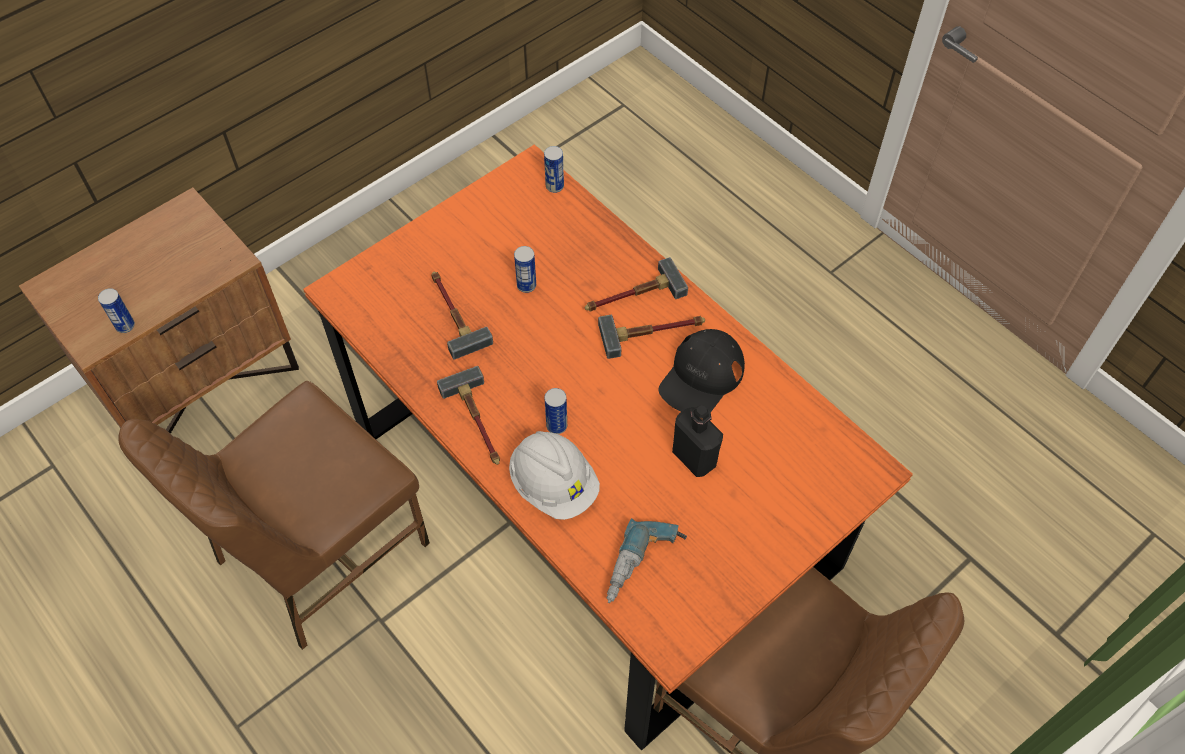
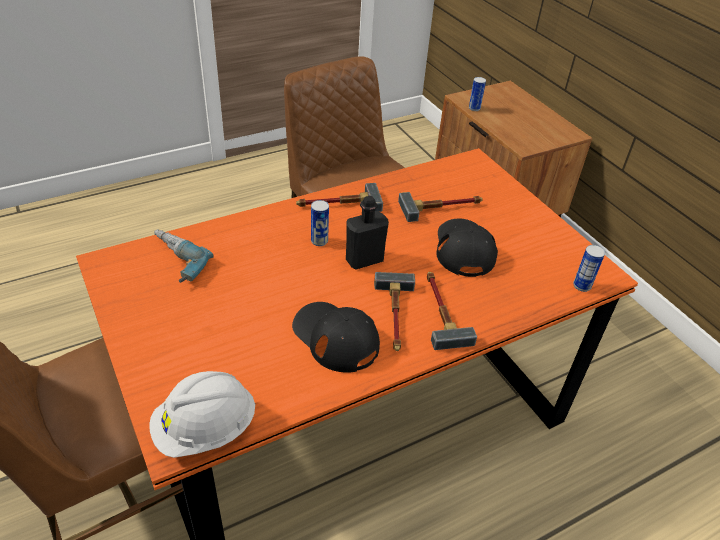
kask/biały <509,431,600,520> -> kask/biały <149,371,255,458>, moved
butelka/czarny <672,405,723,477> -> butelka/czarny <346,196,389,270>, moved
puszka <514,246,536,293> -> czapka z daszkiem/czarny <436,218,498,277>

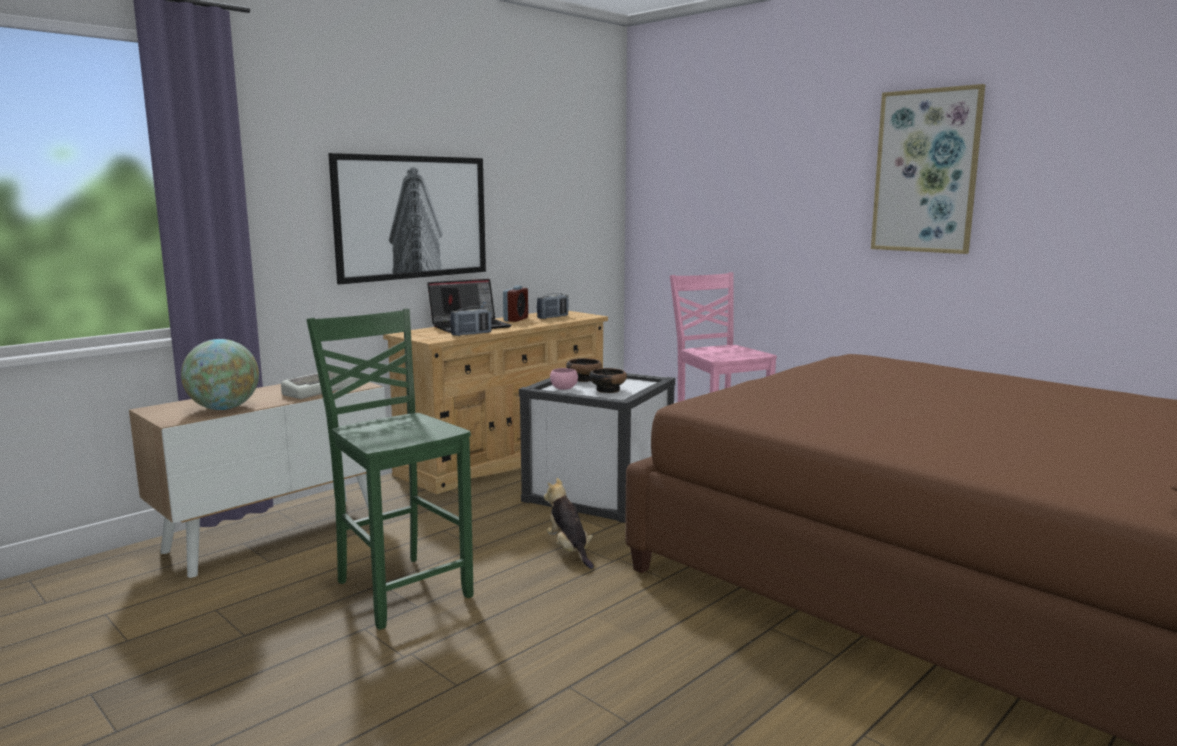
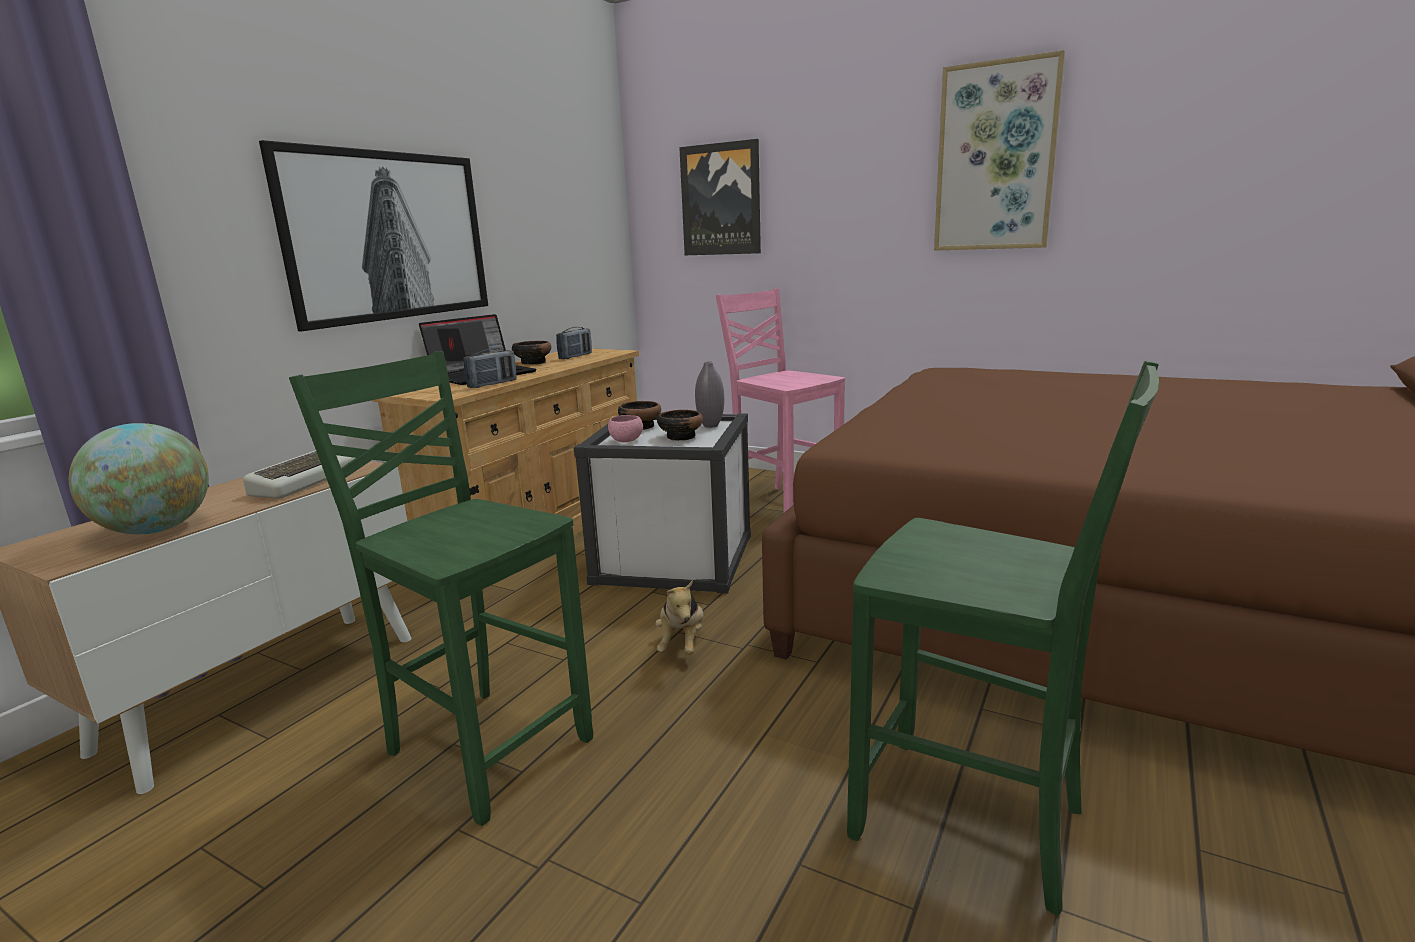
none -> obraz <679,139,761,255>
none -> wazon/szary <695,361,724,428>
none -> krzesło/zielony <847,361,1159,916>
budzik <503,285,528,322> -> miska <512,341,551,365>
pluszak <544,478,594,569> -> pluszak <655,580,704,655>, 135 degrees counterclockwise

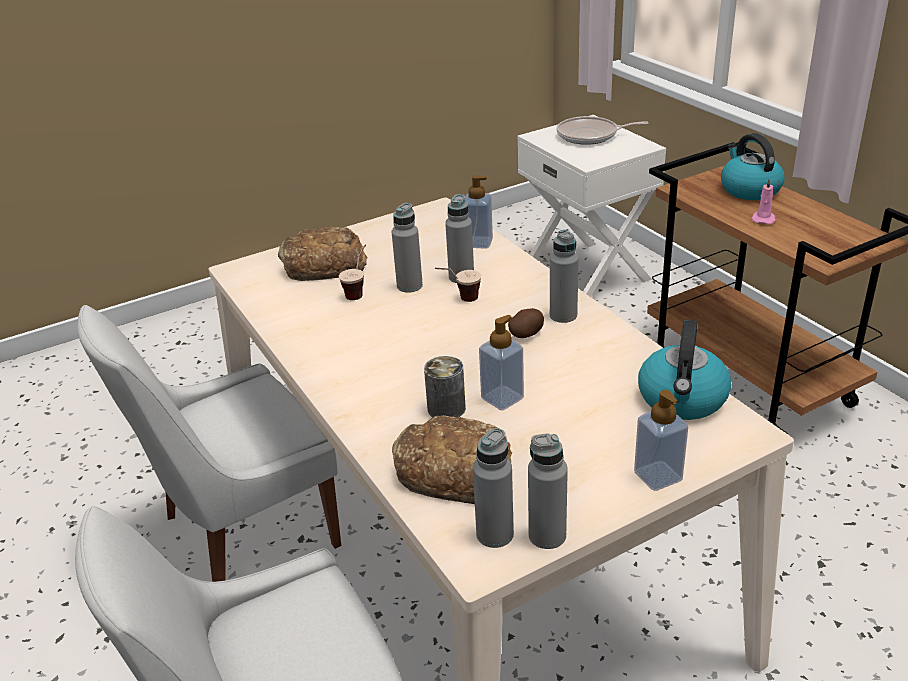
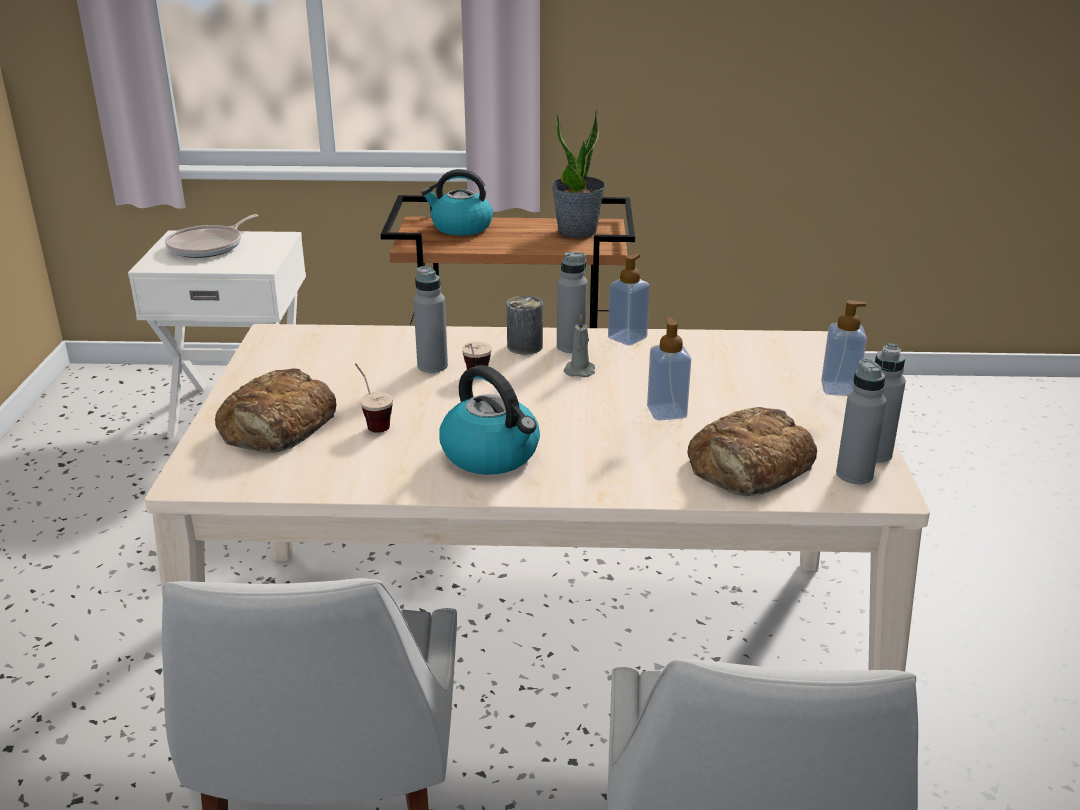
butelka/szary <392,203,423,293> -> none
świeca/różowy <751,177,775,224> -> none
none -> roślina doniczkowa <551,109,605,238>
puszka <424,356,466,418> -> puszka <507,296,543,354>, moved
dozownik mydła <465,175,493,249> -> dozownik mydła <608,254,650,346>, moved
czajnik <638,320,731,420> -> czajnik <439,365,540,475>, moved
ziemniak <508,308,544,338> -> świeca/szary <563,315,595,377>

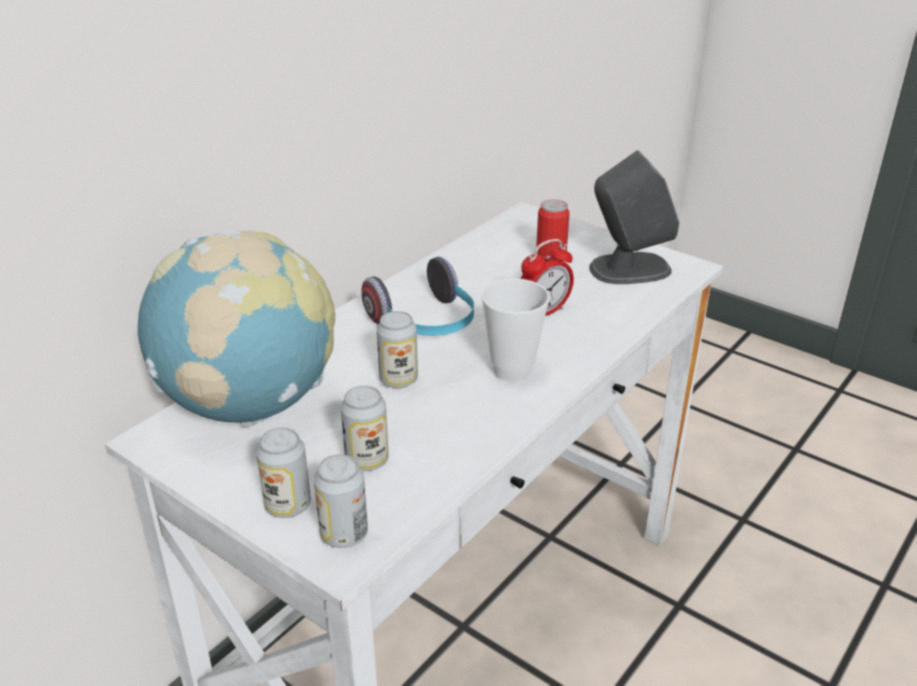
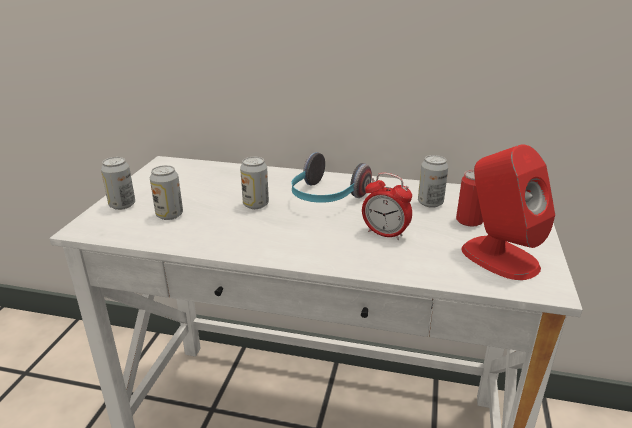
globus <138,229,335,427> -> none
filiżanka <481,278,550,382> -> none
puszka <314,454,368,548> -> puszka <418,155,448,208>, moved
głośnik/szary <589,150,679,284> -> głośnik/czerwony <461,145,555,280>

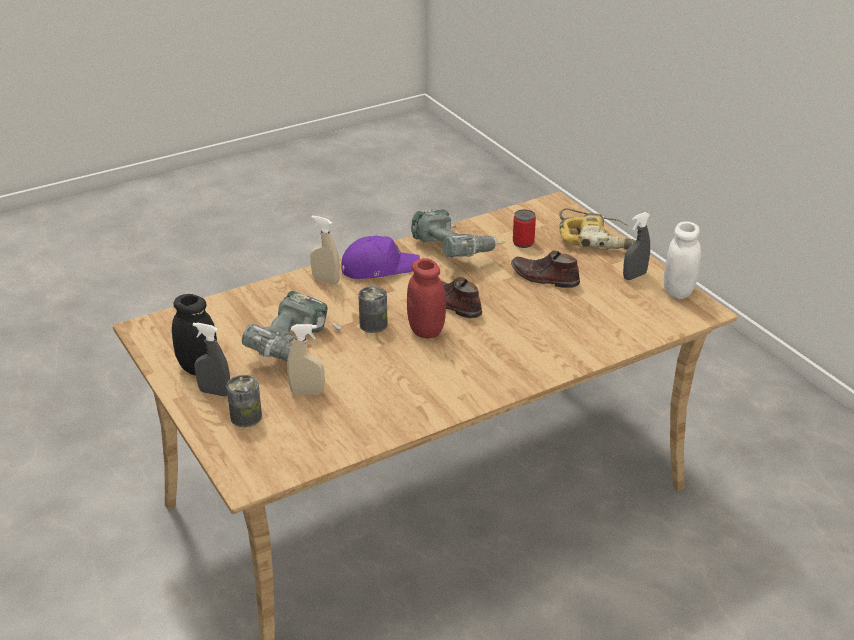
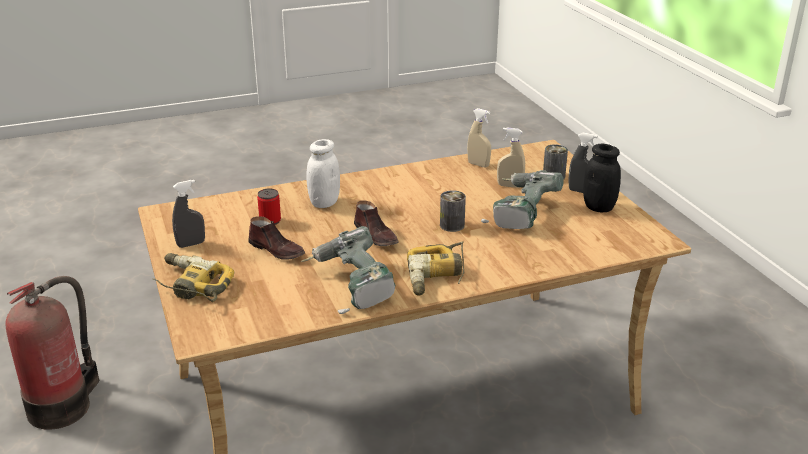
słoik/czerwony <407,258,446,338> -> none
none -> gaśnica <5,276,99,430>
spryskiwacz/beżowy <310,215,340,284> -> spryskiwacz/beżowy <467,108,491,167>, moved
puszka <513,209,536,248> -> puszka <257,188,281,225>, moved
słoik/biały <664,221,701,299> -> słoik/biały <306,139,340,208>, moved
czapka z daszkiem/fioletowy <341,236,420,279> -> wiertarka <407,241,464,295>

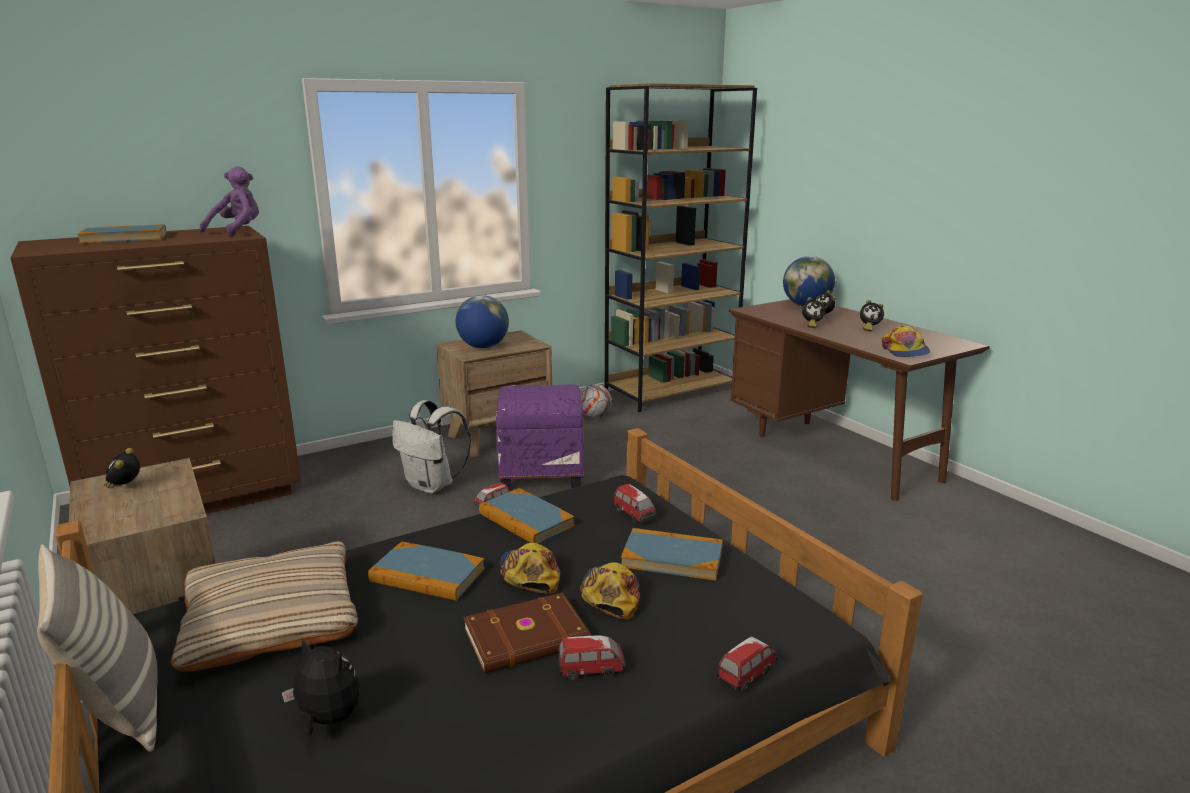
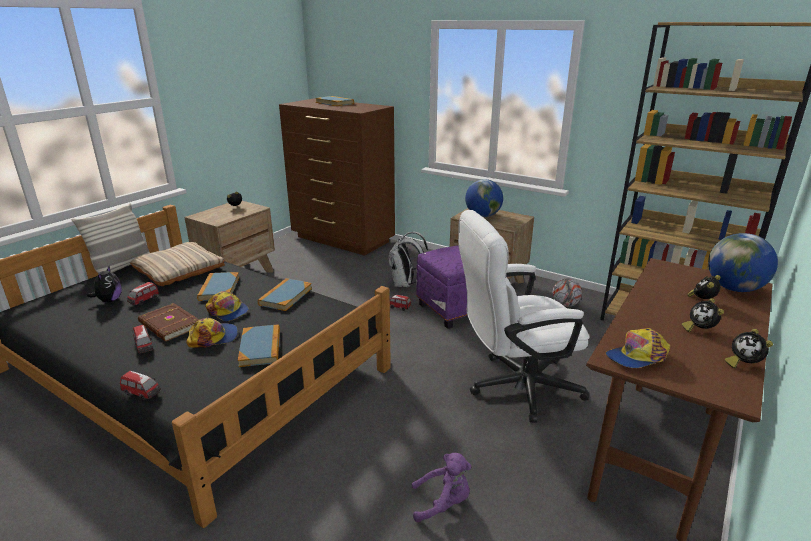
none -> krzesło biurowe/biały <458,210,590,423>
pluszak/fioletowy <199,166,259,237> -> pluszak/fioletowy <412,453,471,522>, moved
samochodzik <614,484,656,523> -> samochodzik <127,282,159,305>, moved
budzik <802,297,825,328> -> budzik <725,329,773,368>, moved
czapka z daszkiem <501,543,560,594> -> czapka z daszkiem <205,291,249,321>, 75 degrees clockwise

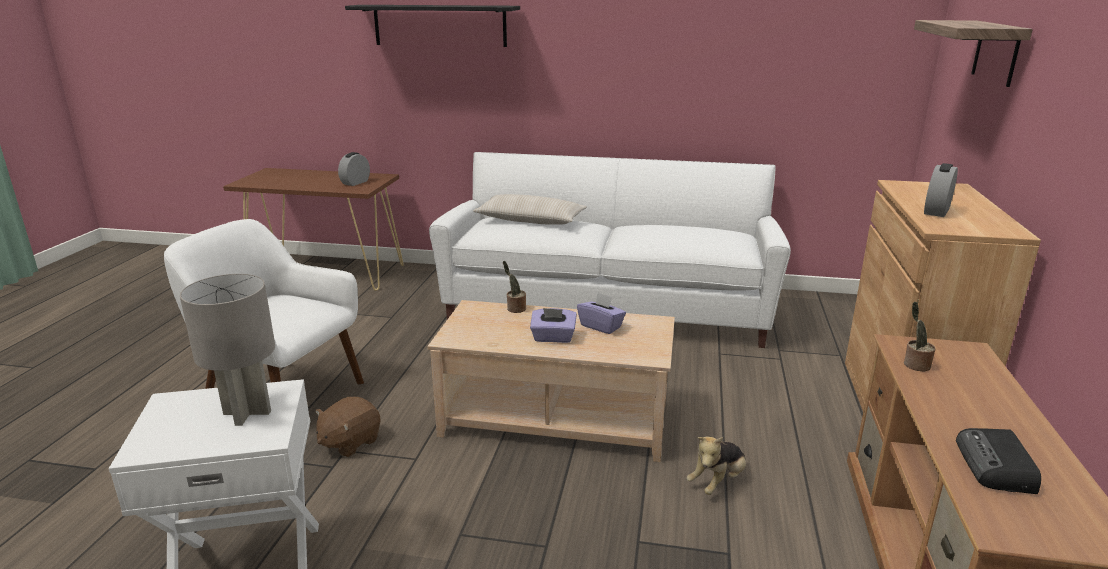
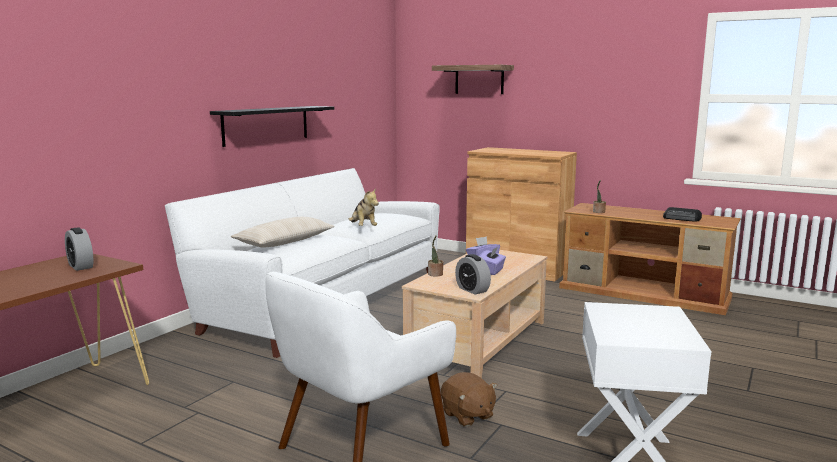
lampa stołowa/szary <180,274,275,426> -> none
półka/czarny <345,5,520,47> -> półka/czarny <210,106,334,147>, moved
pluszak <686,436,746,495> -> pluszak <349,188,379,226>, moved
budzik <924,163,958,217> -> budzik <455,254,491,295>, moved

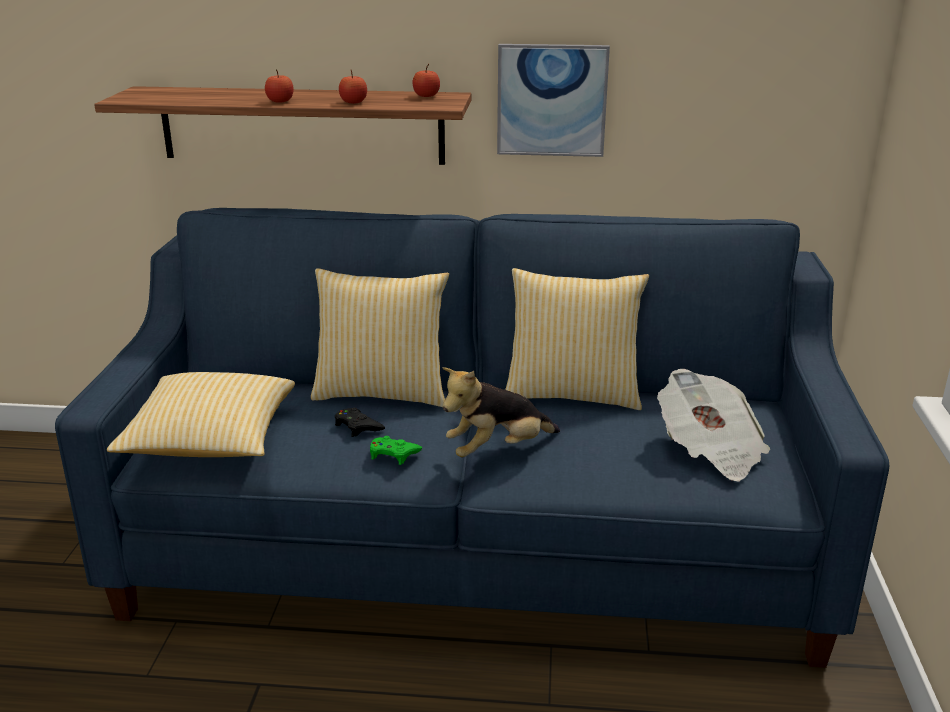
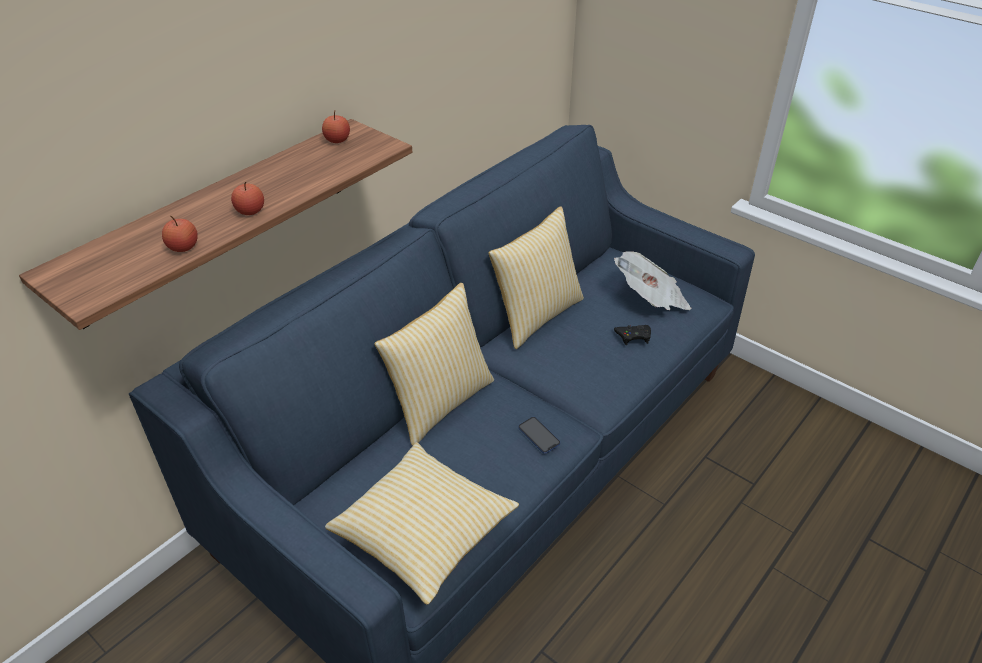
pluszak <443,367,560,457> -> none
obraz <497,44,610,157> -> none
pad do gier/czarny <335,408,385,437> -> pad do gier/czarny <614,325,651,345>, moved
jabłko <339,70,367,104> -> jabłko <162,216,198,252>, moved
pad do gier/zielony <370,436,422,465> -> telefon <518,417,560,454>

